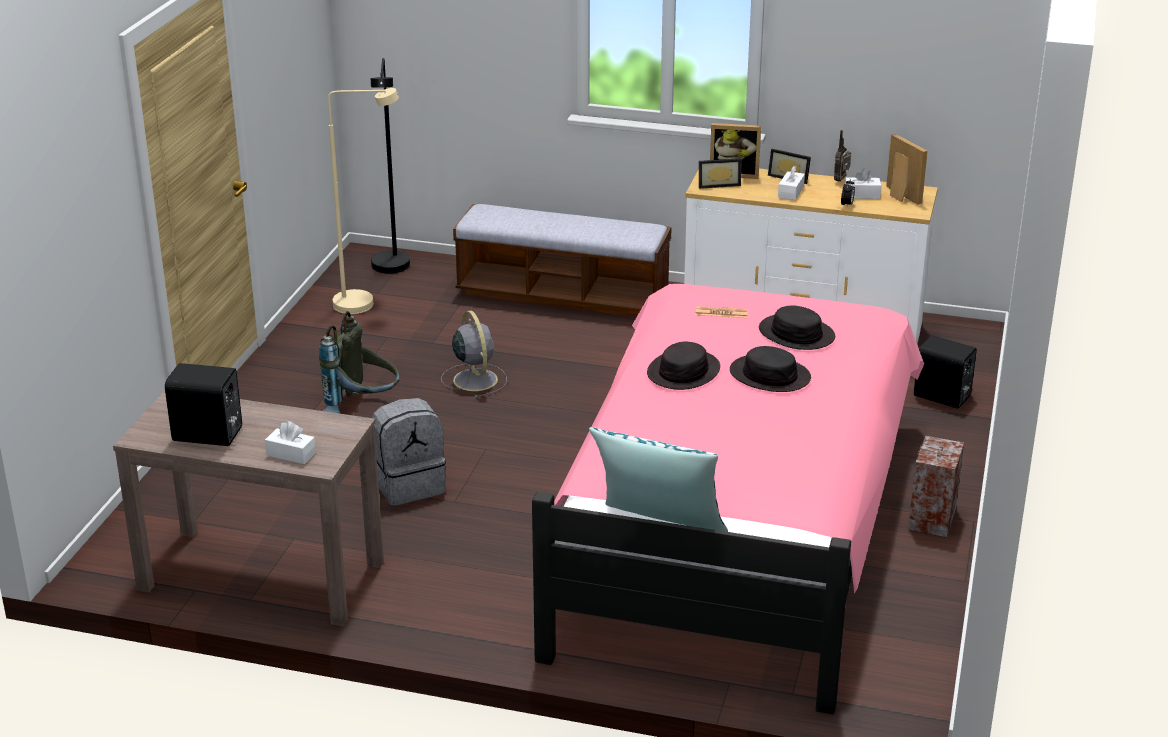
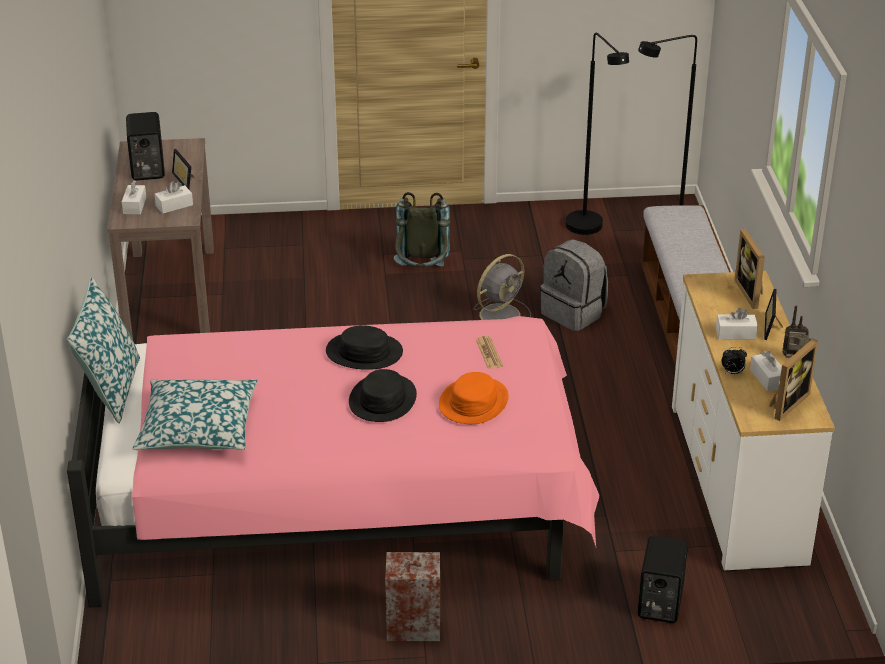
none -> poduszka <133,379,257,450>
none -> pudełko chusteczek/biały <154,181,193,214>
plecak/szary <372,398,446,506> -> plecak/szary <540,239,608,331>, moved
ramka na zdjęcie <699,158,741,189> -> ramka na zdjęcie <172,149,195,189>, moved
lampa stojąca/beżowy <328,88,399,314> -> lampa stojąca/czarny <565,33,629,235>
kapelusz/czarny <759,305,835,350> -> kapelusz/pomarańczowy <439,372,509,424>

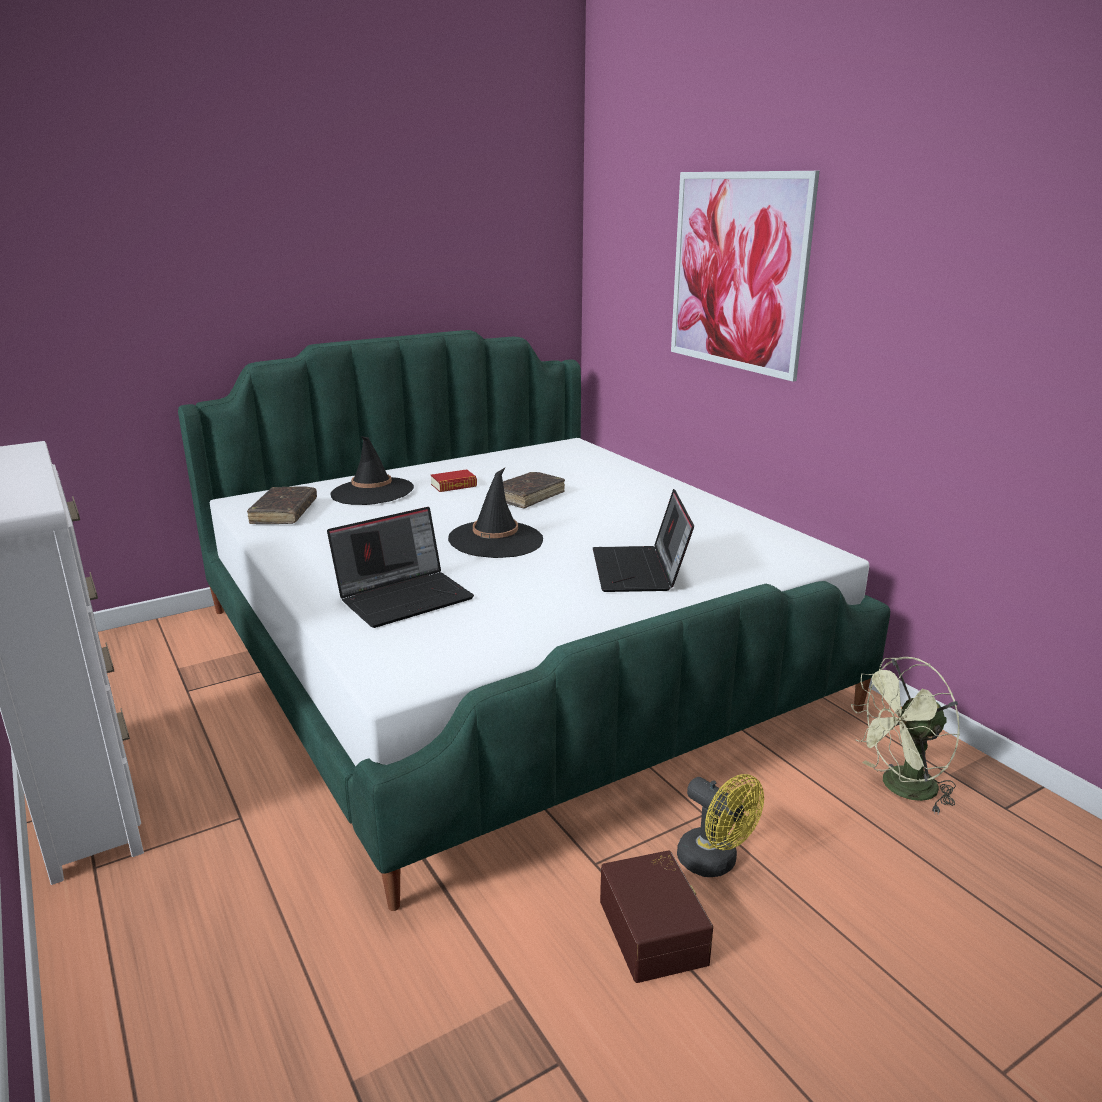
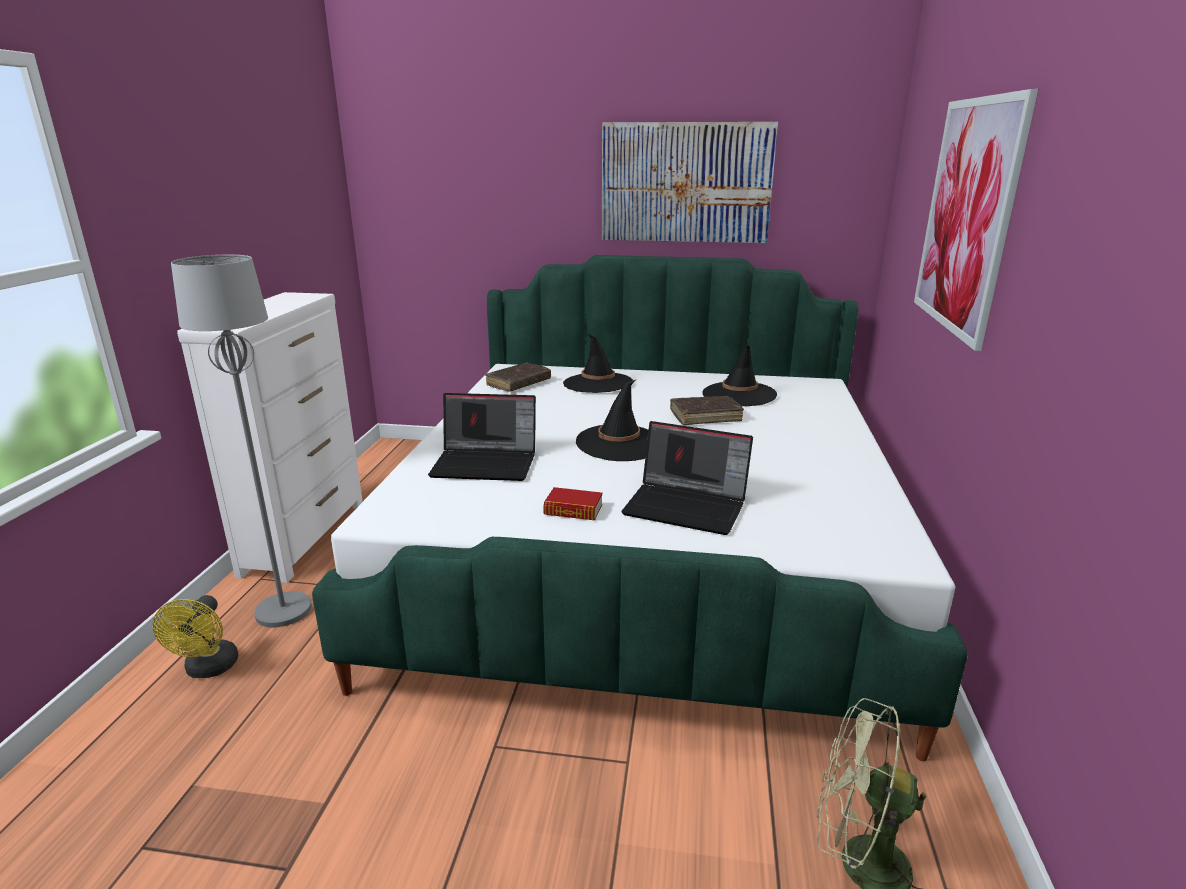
pojemnik do przechowywania/brązowy <600,850,713,983> -> none
none -> lampa stojąca/szary <171,255,312,627>
none -> obraz <602,122,778,243>
none -> kapelusz/czarny <702,345,777,407>
książka <431,469,477,492> -> książka <543,487,602,520>, moved
wentylator/żółty <677,774,764,877> -> wentylator/żółty <153,595,238,678>, moved
laptop <593,489,694,592> -> laptop <621,421,753,535>, 105 degrees counterclockwise

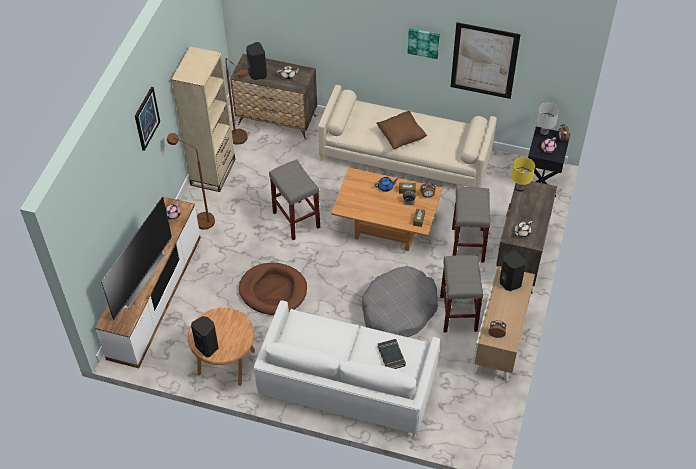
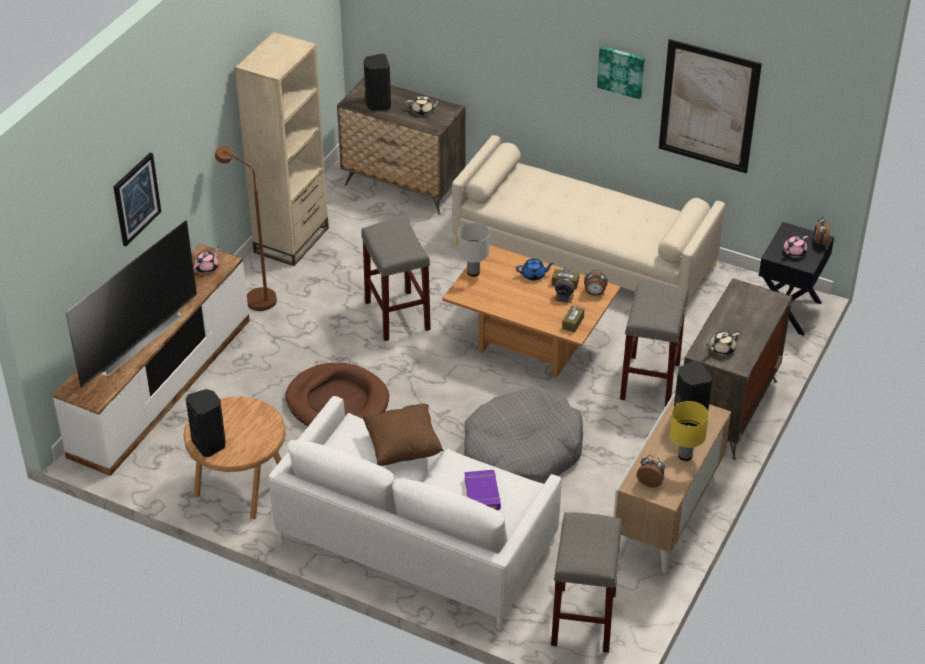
lampa stojąca/brązowy <225,58,248,145> -> none
obraz <135,87,160,151> -> obraz <113,153,161,246>, moved
poduszka/brązowy <376,111,427,149> -> poduszka/brązowy <363,404,444,466>, moved
stołek/szary <440,255,483,333> -> stołek/szary <551,512,622,653>, moved
lampa stołowa/żółty <512,157,535,192> -> lampa stołowa/żółty <670,401,709,461>, moved
lampa stołowa/biały <536,103,559,136> -> lampa stołowa/biały <458,222,490,277>, moved
książka/czarny <378,339,406,369> -> książka/fioletowy <464,470,501,510>

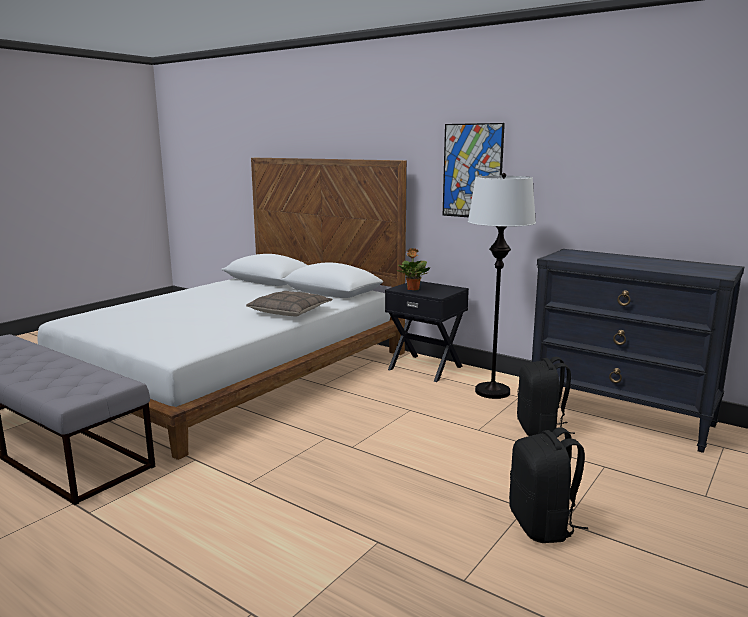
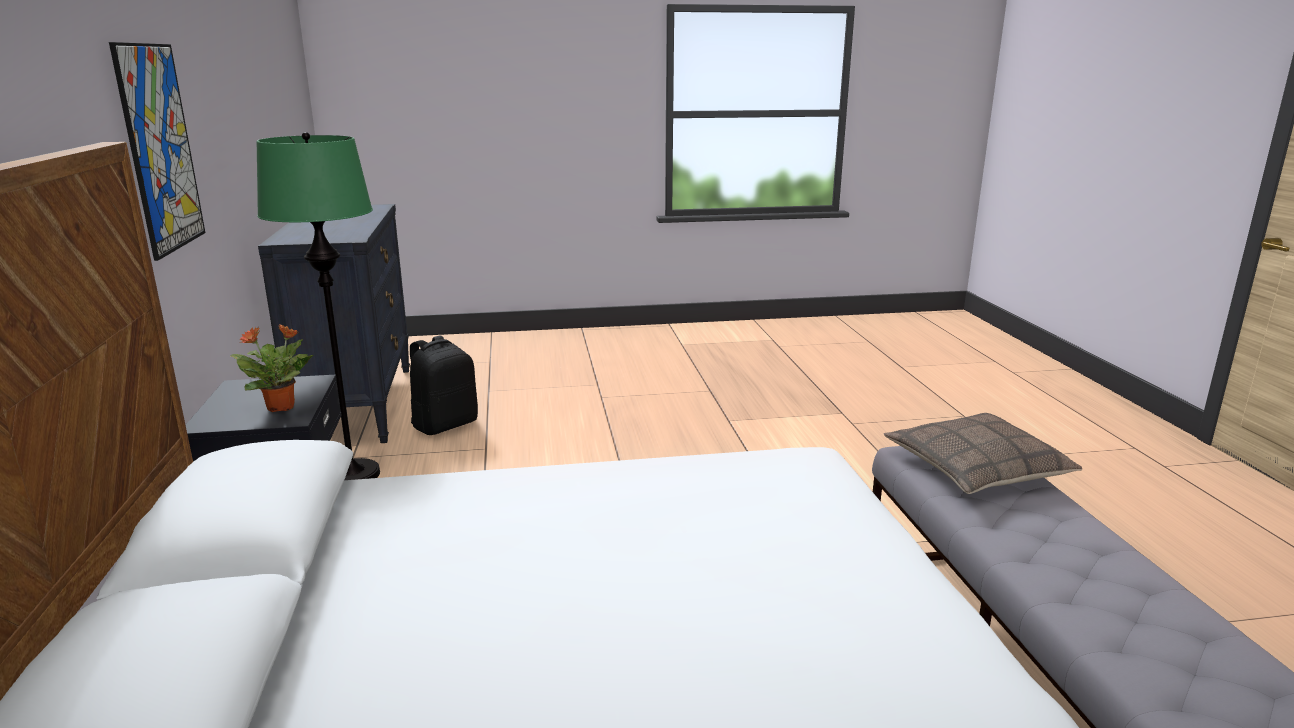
plecak/czarny <509,427,588,543> -> none
poduszka <246,291,332,317> -> poduszka <884,413,1082,494>, moved
lampa stojąca/biały <468,173,536,399> -> lampa stojąca/zielony <256,132,380,480>

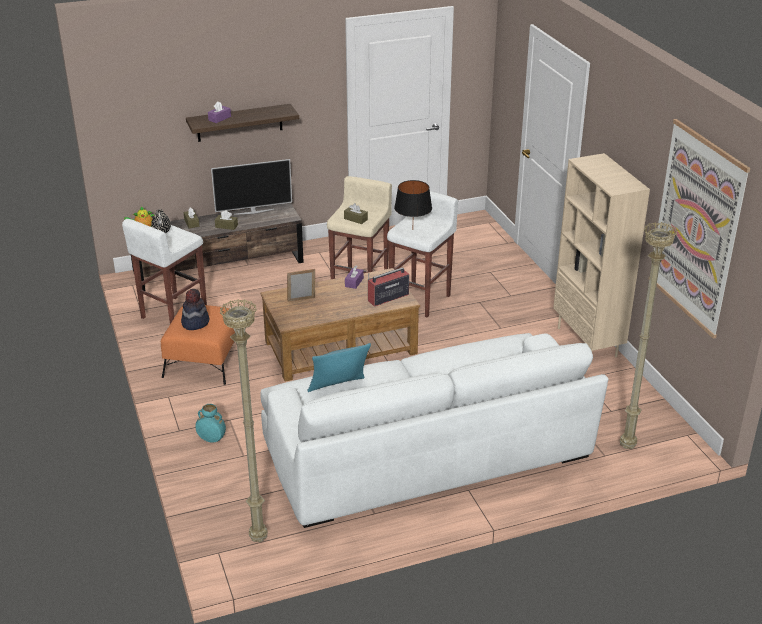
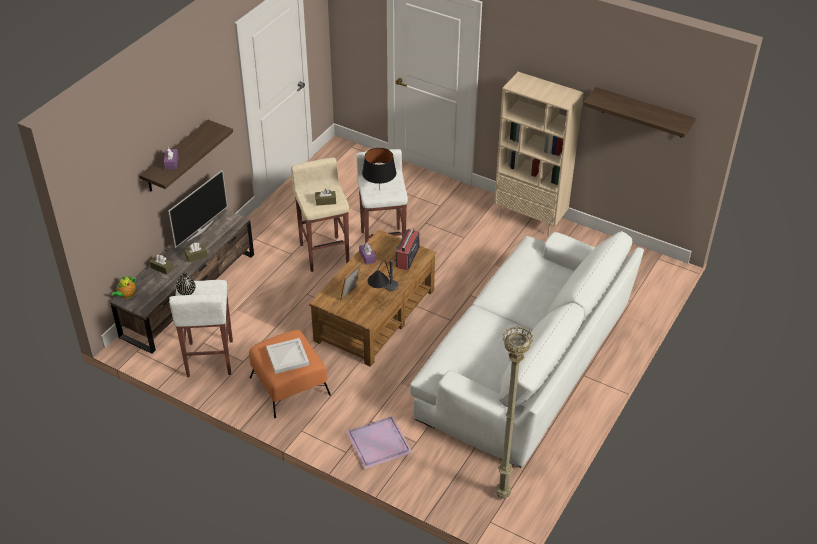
poduszka/turkusowy <307,343,371,392> -> none
lampa stojąca/beżowy <620,222,677,449> -> none
none -> lampa stołowa <368,260,399,291>
kapelusz <181,289,209,330> -> taca/biały <266,338,309,374>
wazon/turkusowy <195,404,226,442> -> taca/fioletowy <346,416,413,469>
obraz <648,119,750,339> -> półka <583,87,696,138>

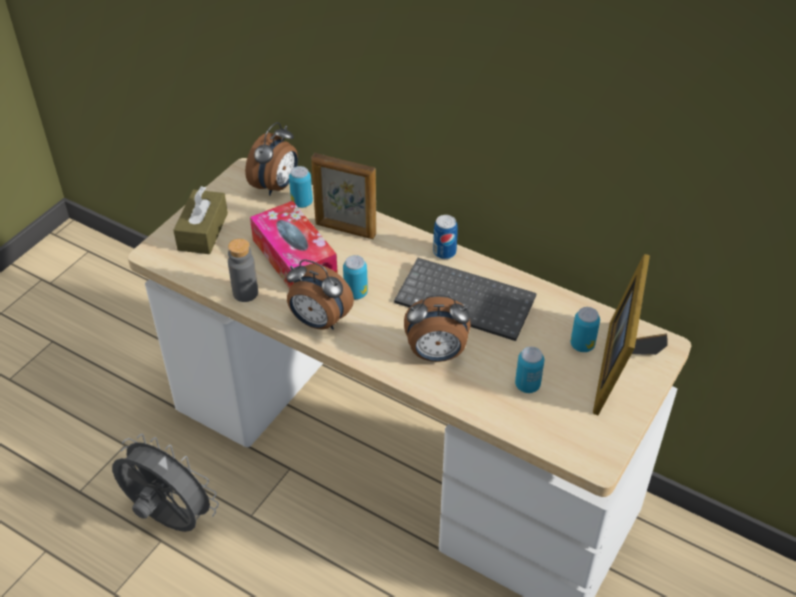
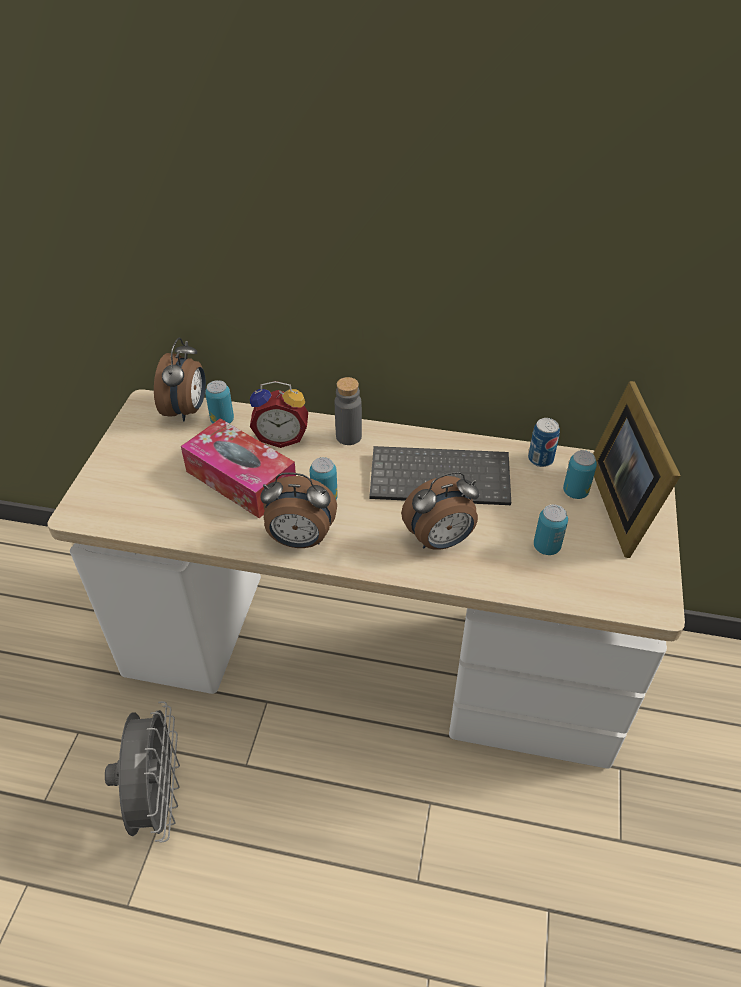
pudełko chusteczek/brązowy <173,186,228,254> -> none
butelka/szary <228,238,258,302> -> butelka/szary <335,377,362,445>, moved
puszka <433,215,458,259> -> puszka <528,418,560,467>, moved
ramka na zdjęcie <311,153,376,239> -> budzik <250,381,308,448>
wentylator/szary <112,434,219,532> -> wentylator/szary <105,701,180,843>, 75 degrees clockwise

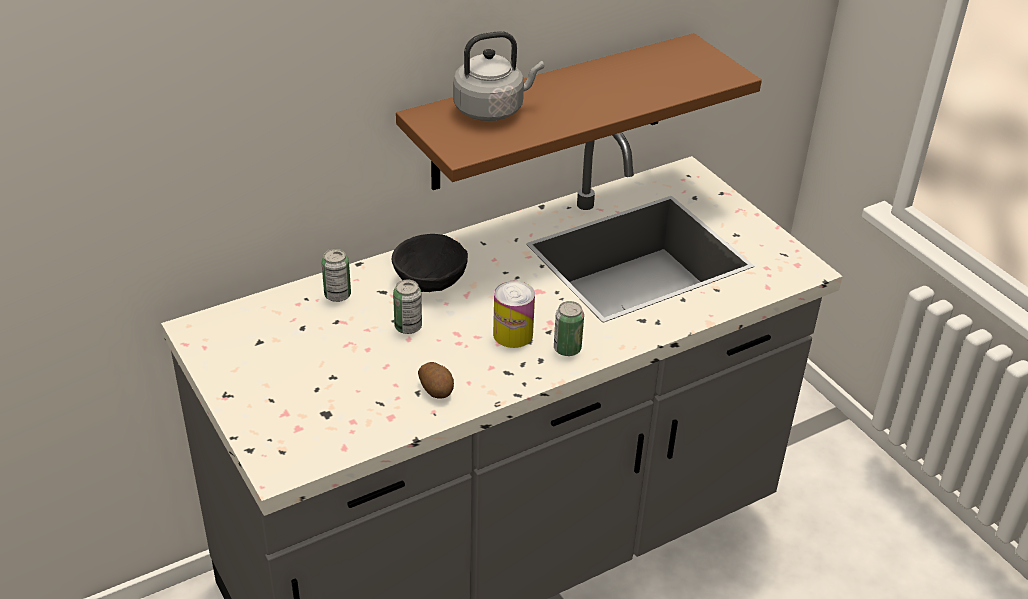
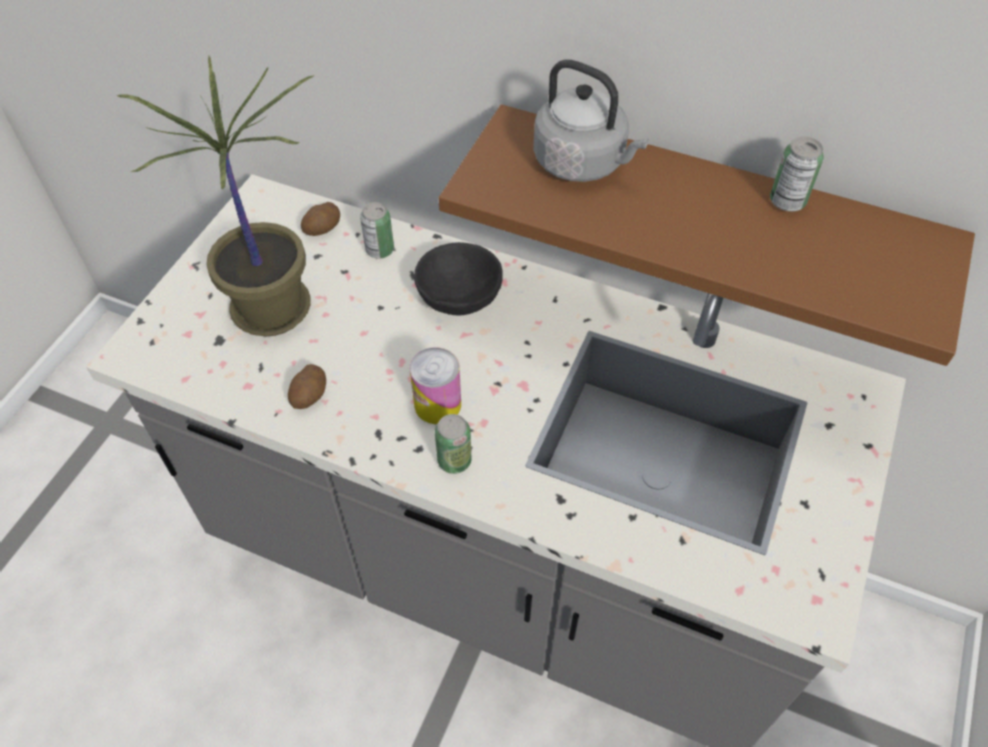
none -> roślina doniczkowa <117,56,315,336>
none -> ziemniak <301,202,340,236>
puszka <393,280,422,334> -> puszka <770,137,824,212>, moved

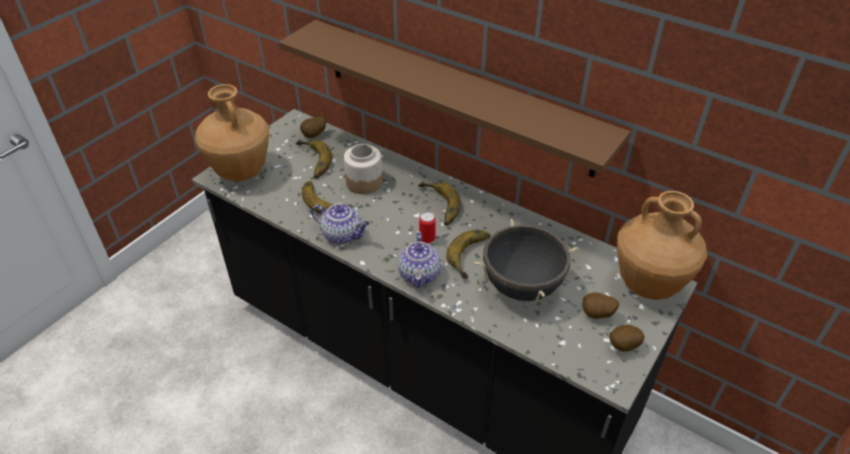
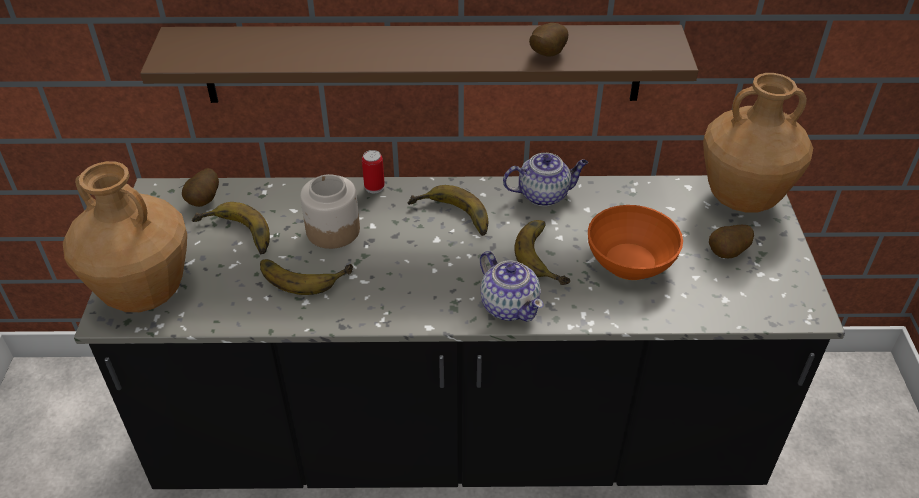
imbryk <311,203,370,244> -> imbryk <503,153,588,206>, moved
puszka <419,212,436,245> -> puszka <362,150,385,193>, moved
ziemniak <609,325,644,352> -> ziemniak <529,23,569,57>, moved
garnek/czarny <474,219,578,302> -> miska/pomarańczowy <588,205,683,280>

